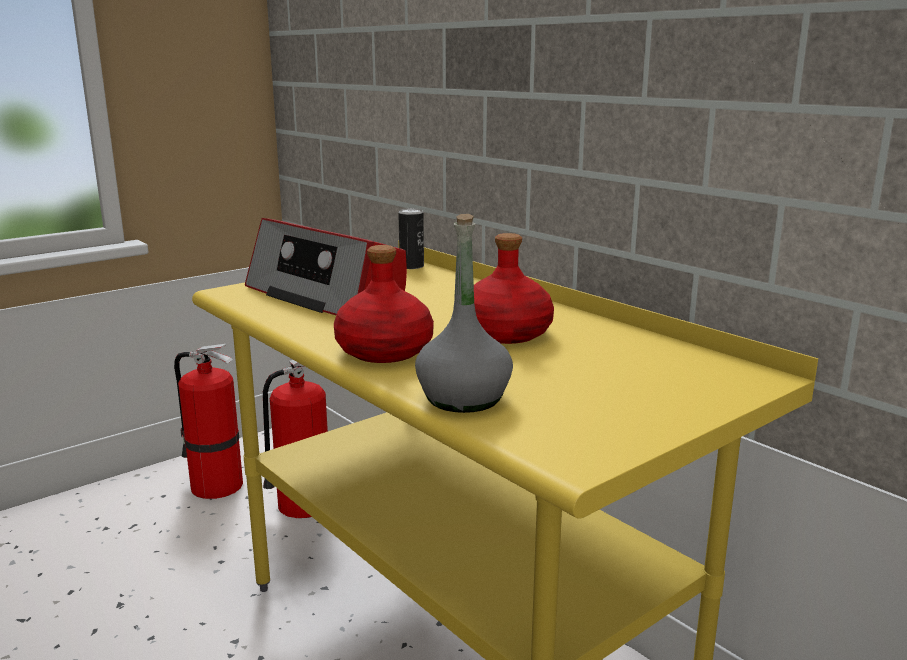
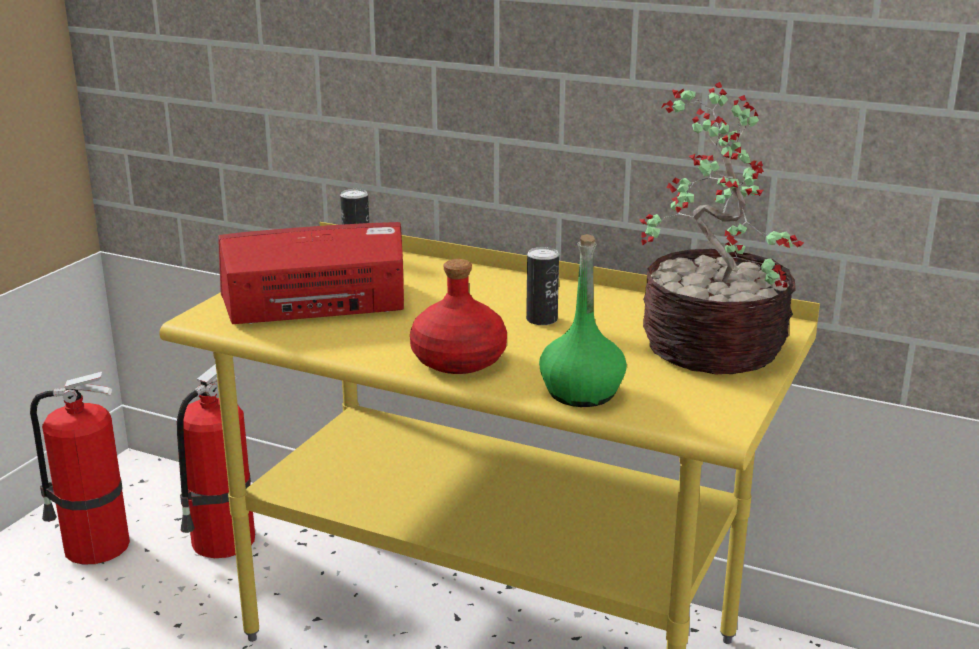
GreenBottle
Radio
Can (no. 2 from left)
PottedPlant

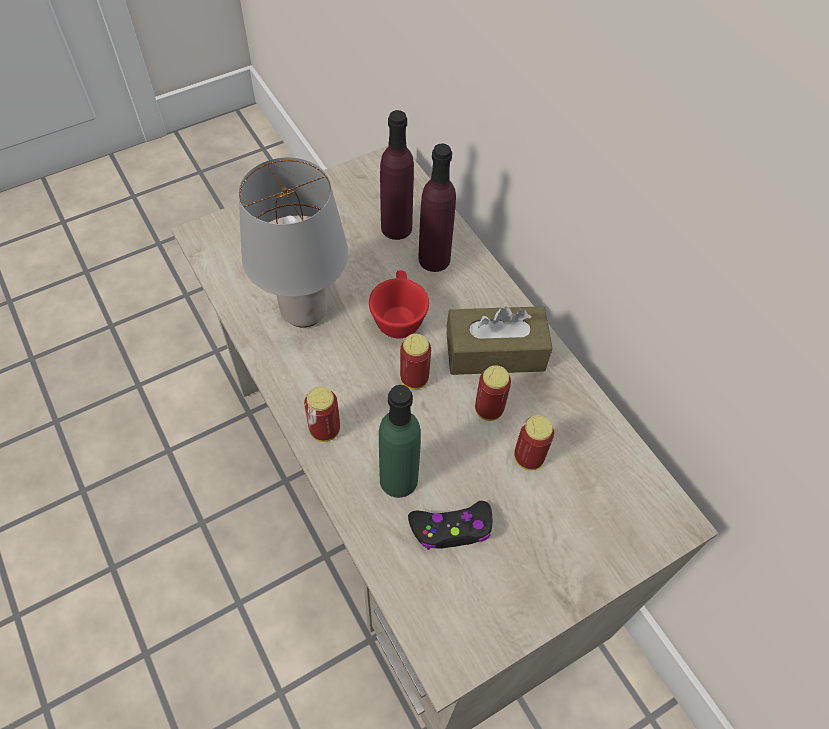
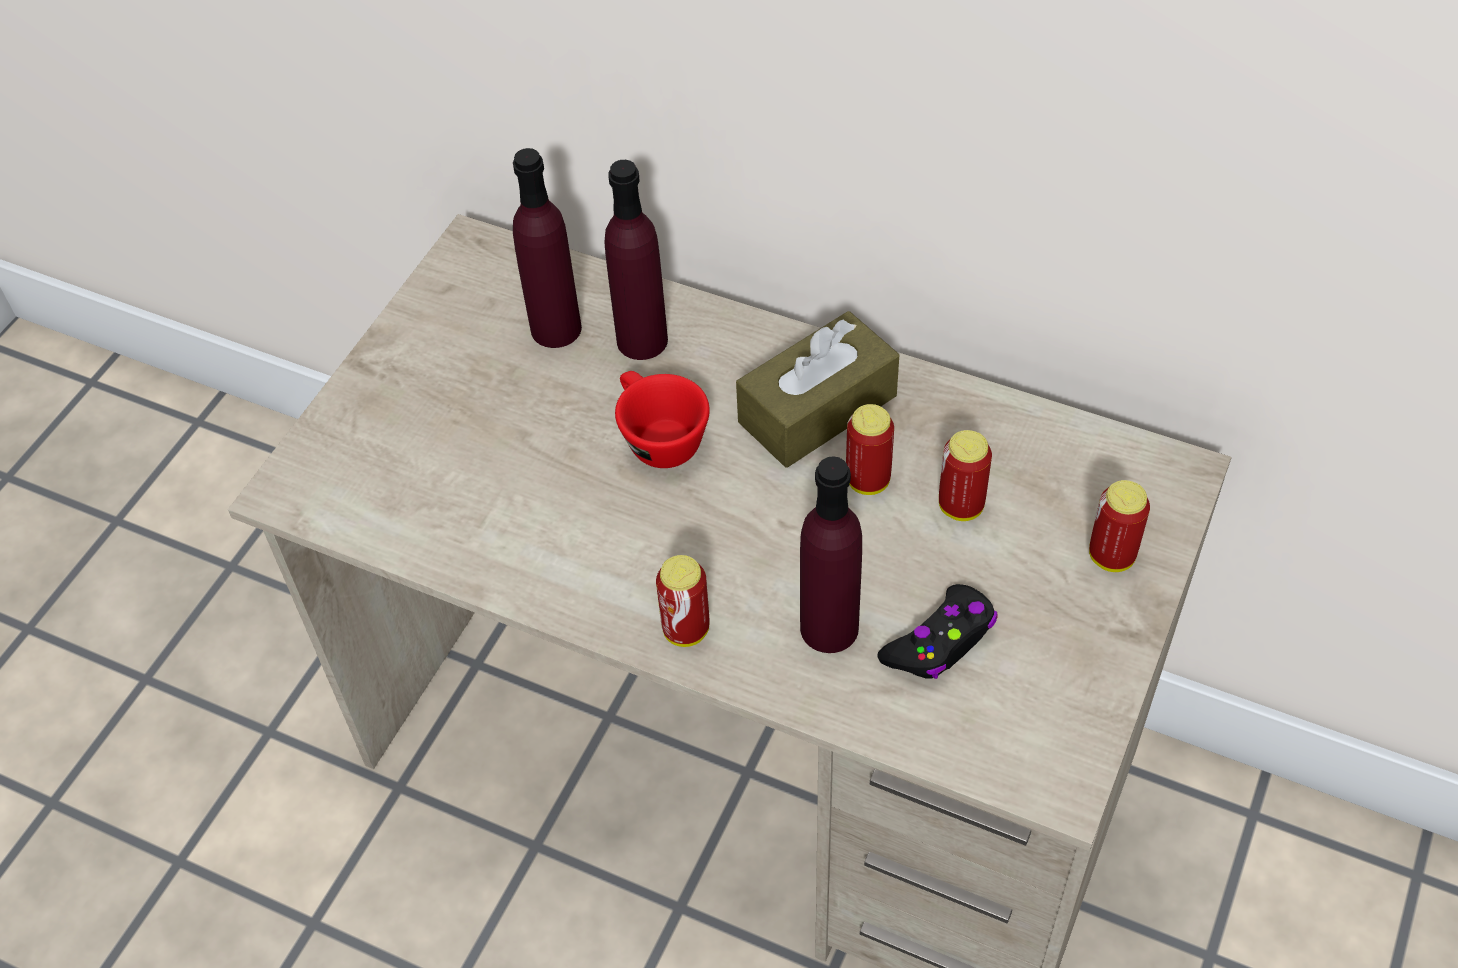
GreyTableLamp
Can (no. 4 from left)
PurpleBottle (no. 3 from left)

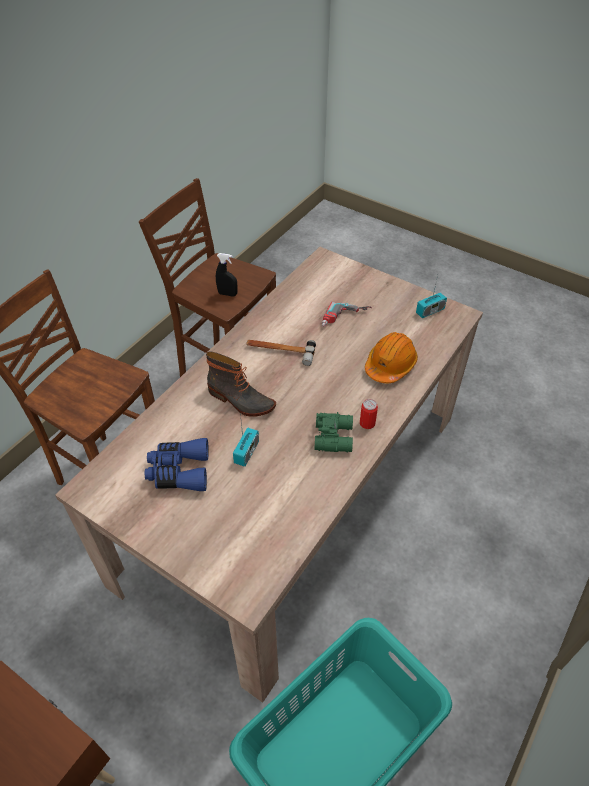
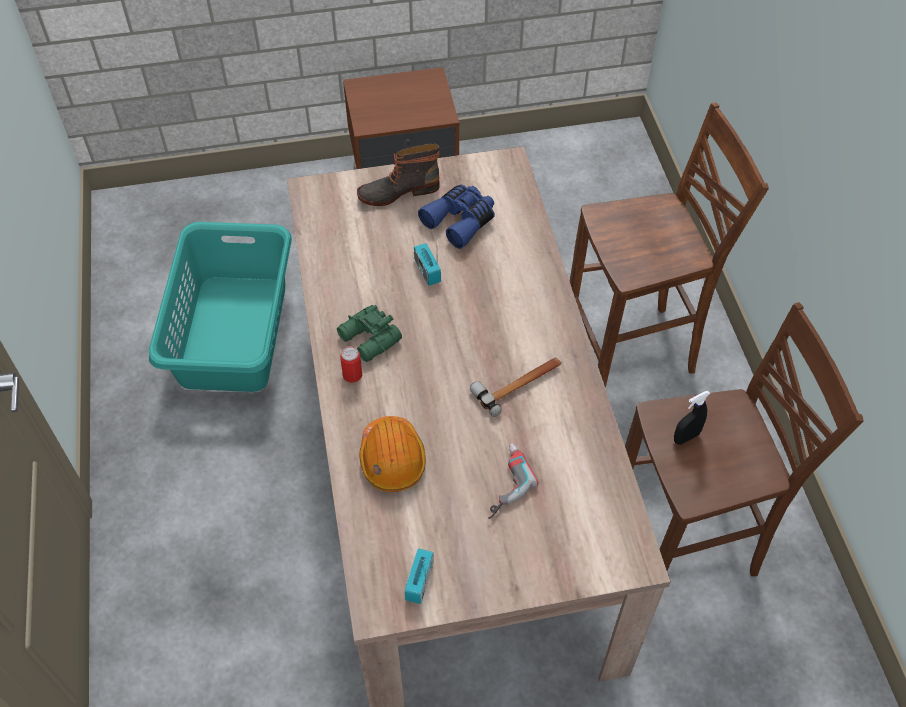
Boot

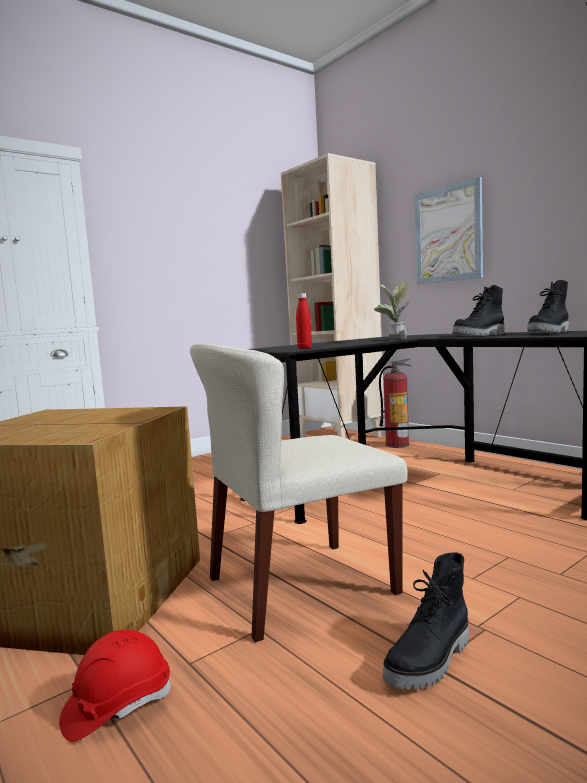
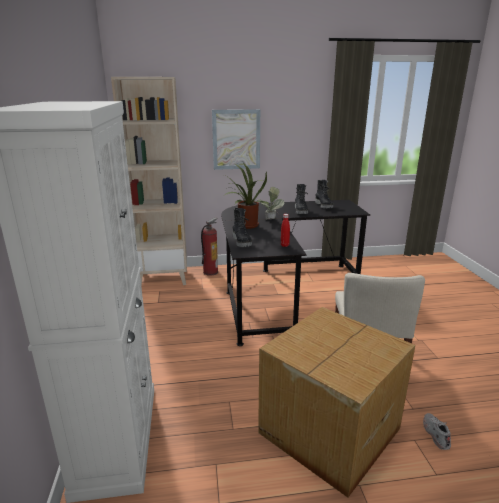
BlackBoot (no. 1 from left)
WhiteShoe
PottedPlant (no. 1 from left)

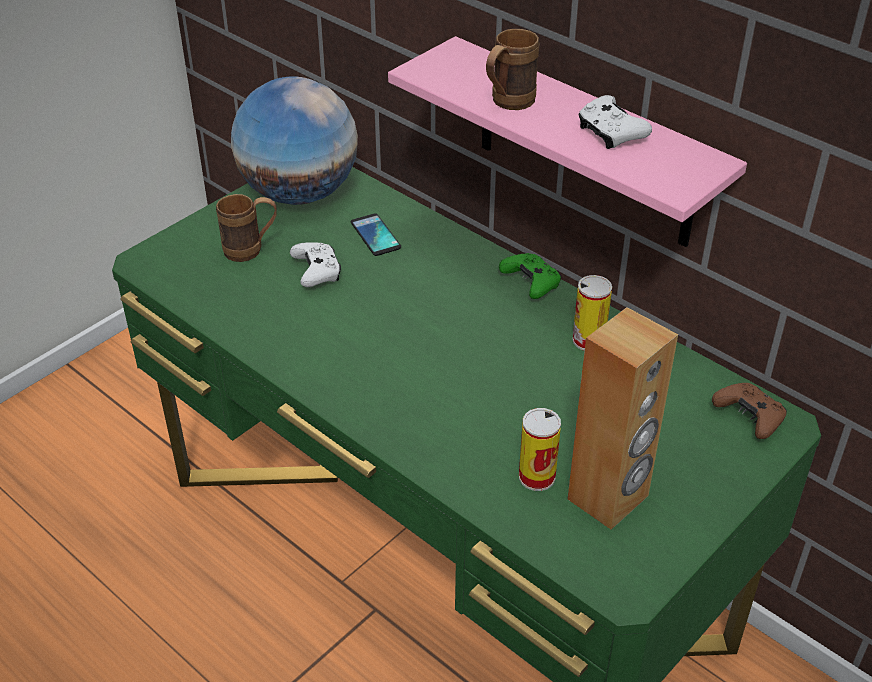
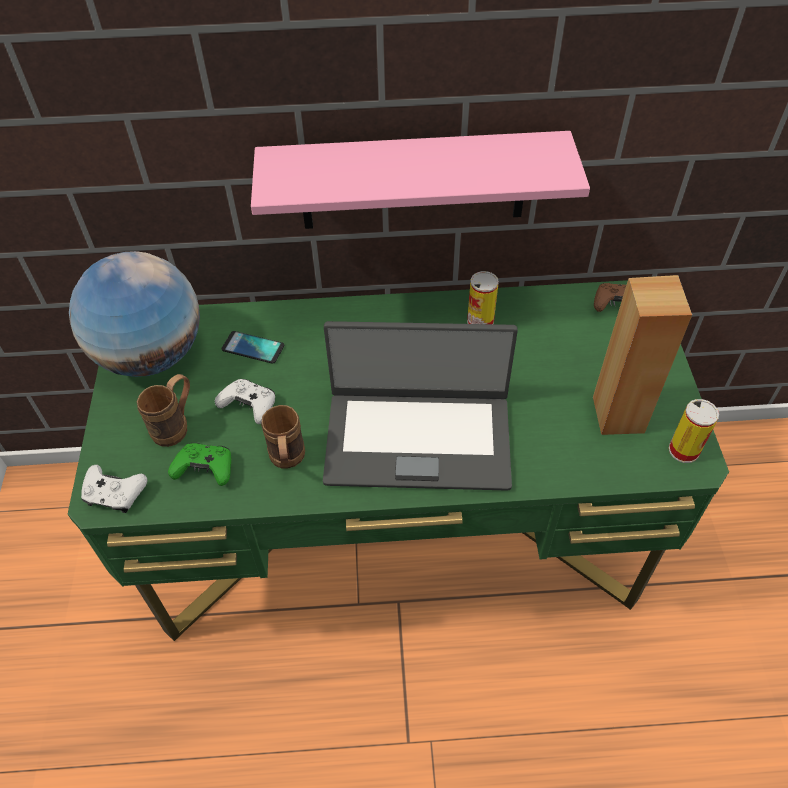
BrownMug (no. 2 from left)
WhiteGameController (no. 1 from left)
GreenGameController
Can (no. 2 from left)
Laptop

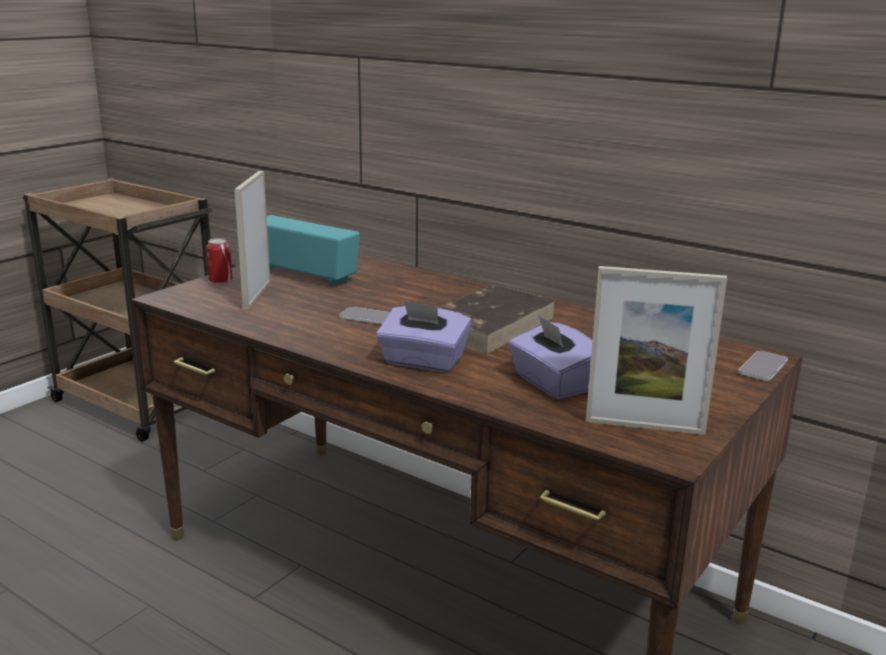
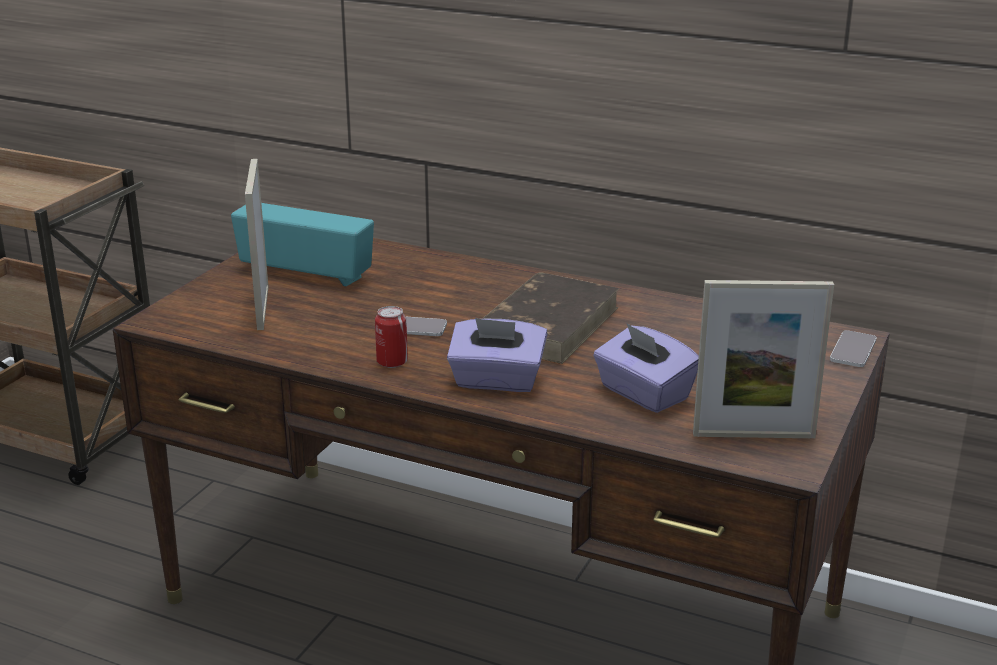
Can

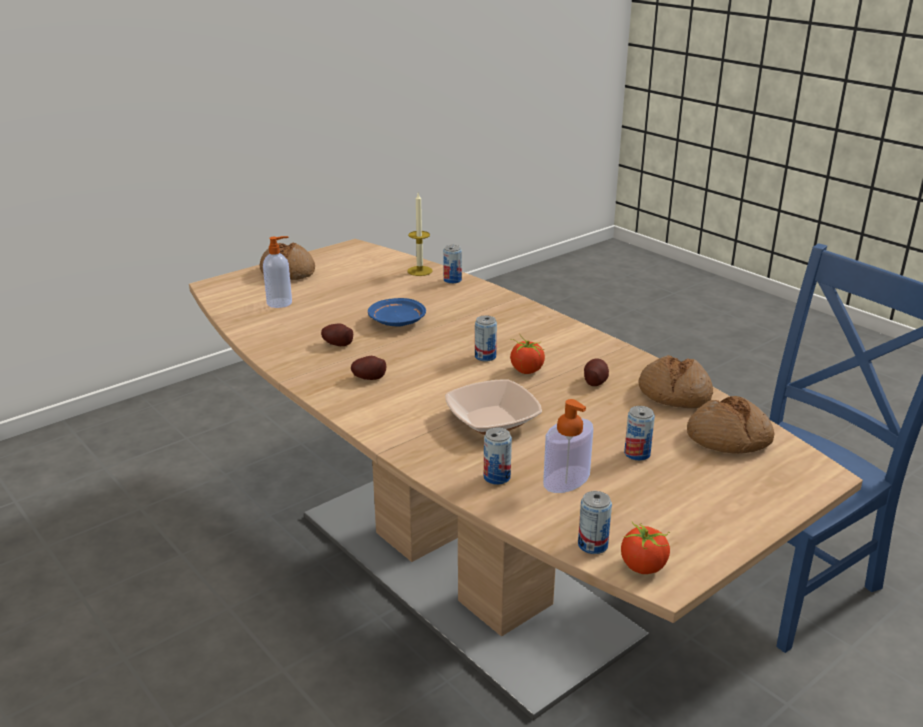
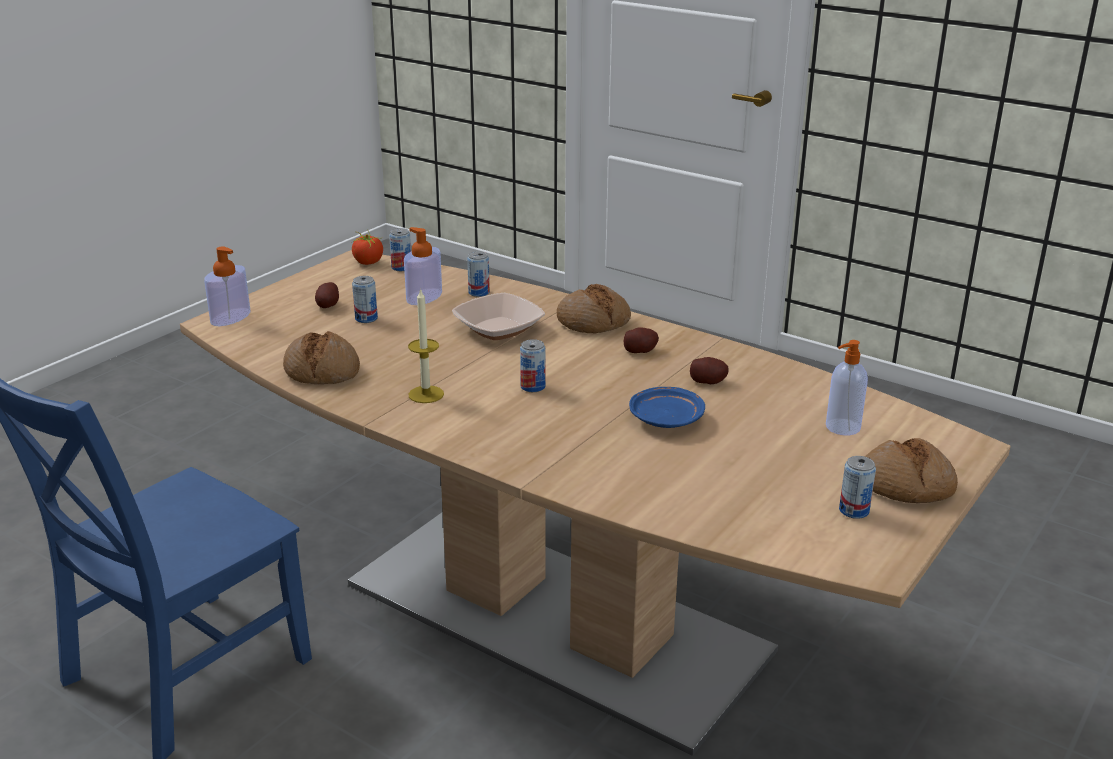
Candle
Can (no. 5 from left)
Tomato (no. 1 from left in the first image)
Potato (no. 1 from left)
Bread (no. 2 from left)
SoapDispenser (no. 1 from left)

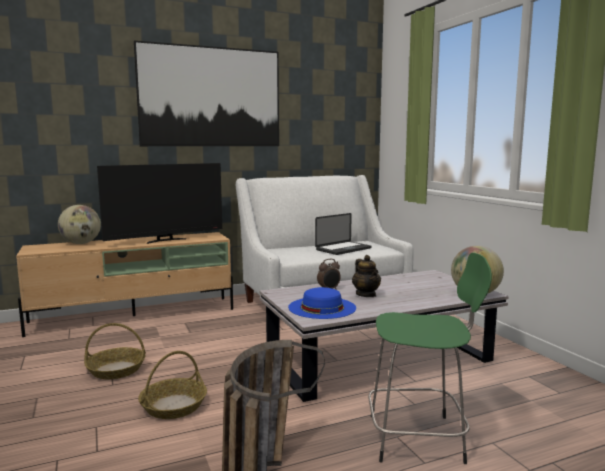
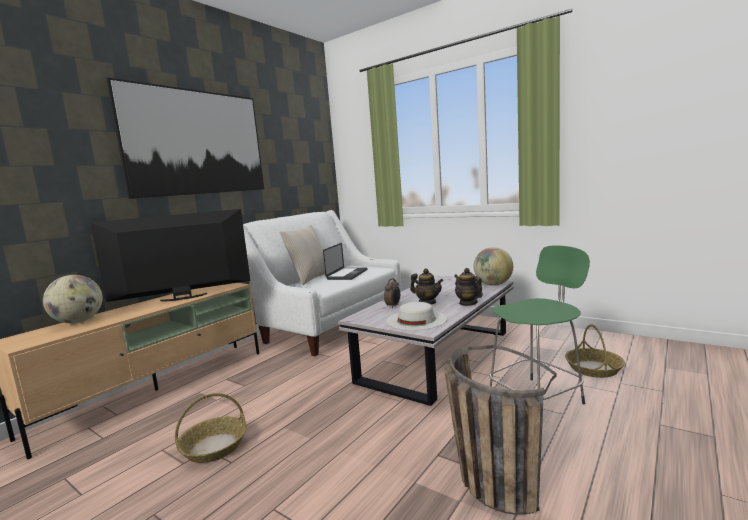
Television
WhiteHat
Basket (no. 3 from left)
BeigePillow
Teapot (no. 2 from left)

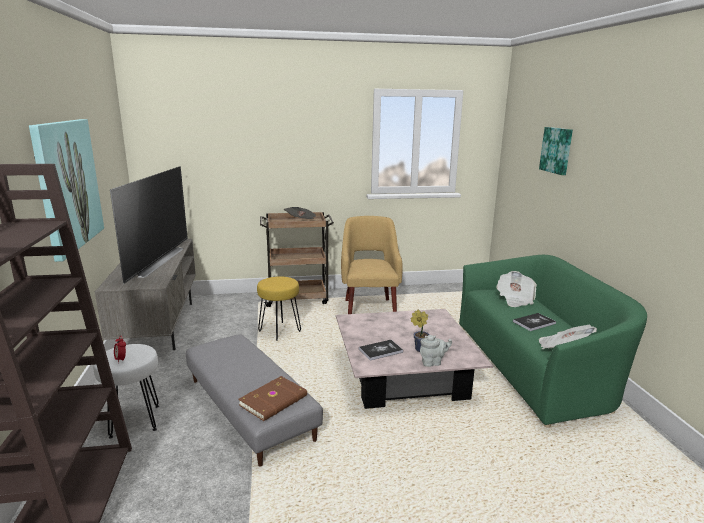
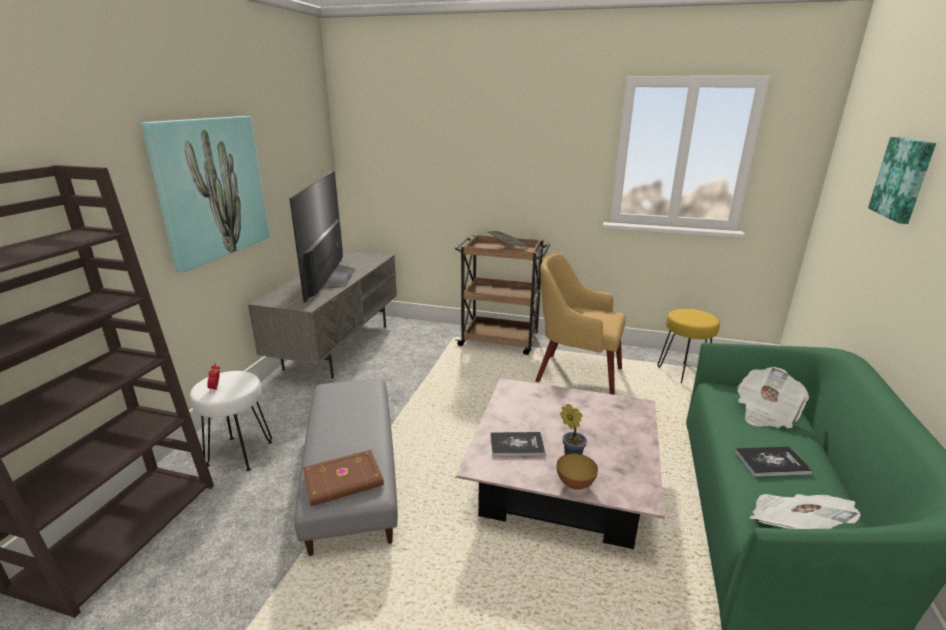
Television
YellowArmchair
YellowStool
Bowl

